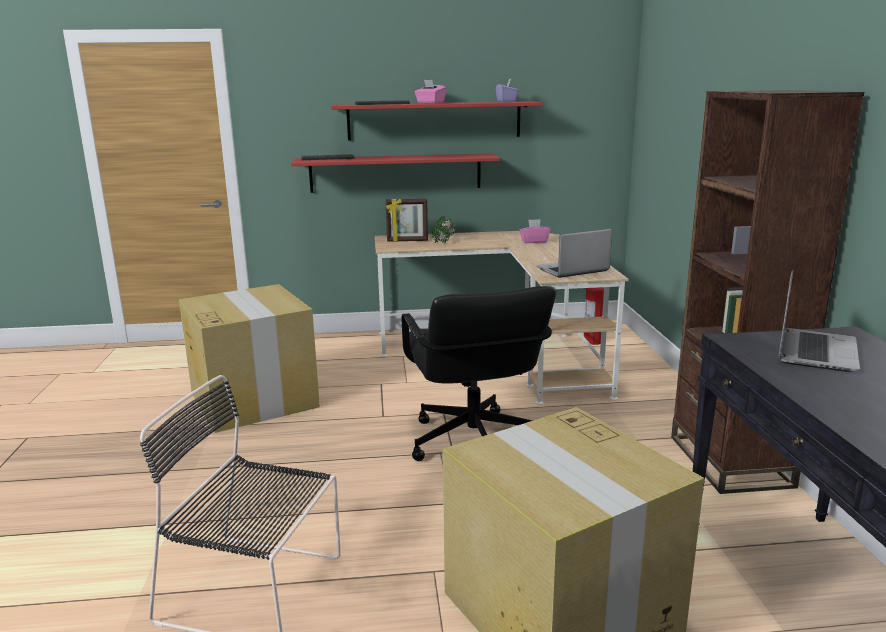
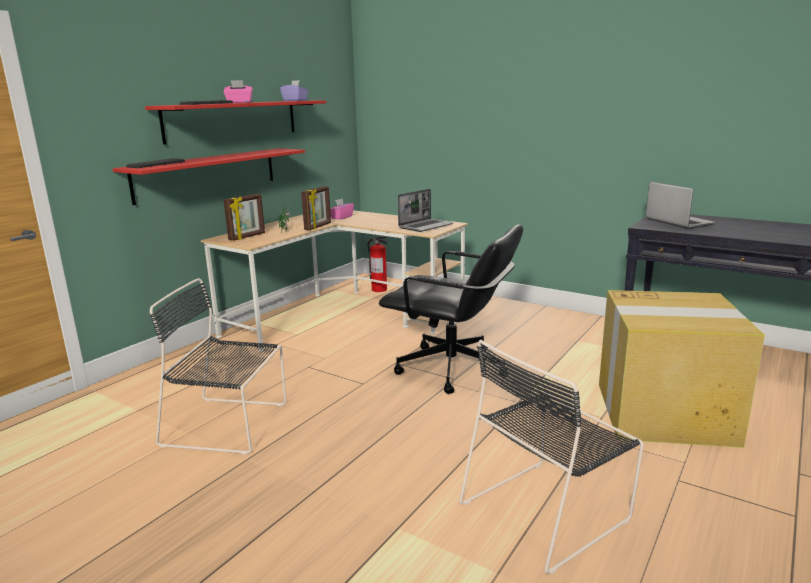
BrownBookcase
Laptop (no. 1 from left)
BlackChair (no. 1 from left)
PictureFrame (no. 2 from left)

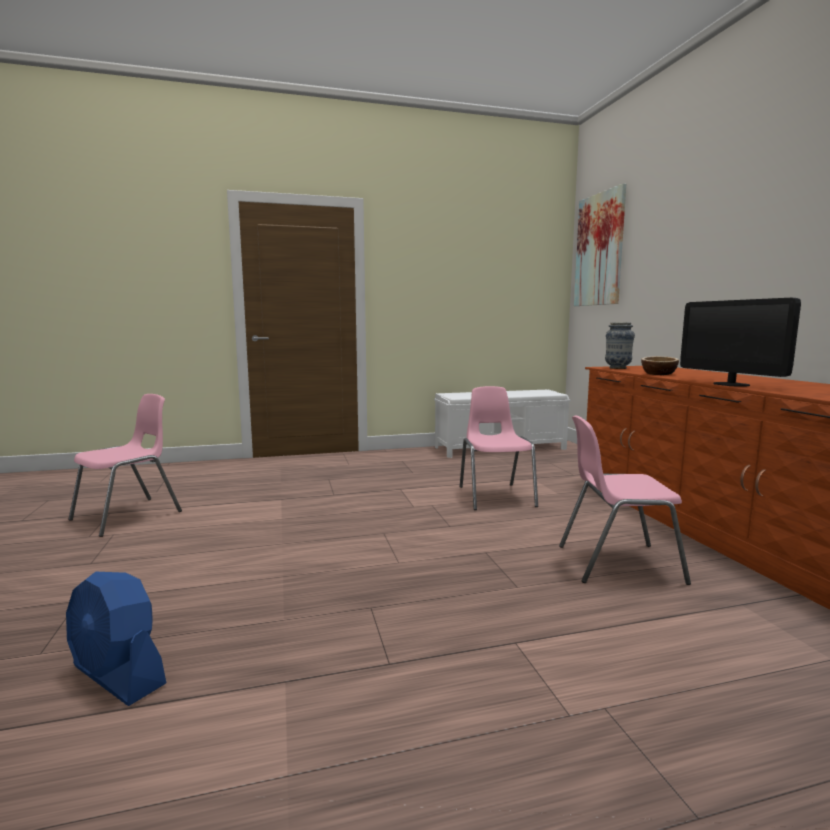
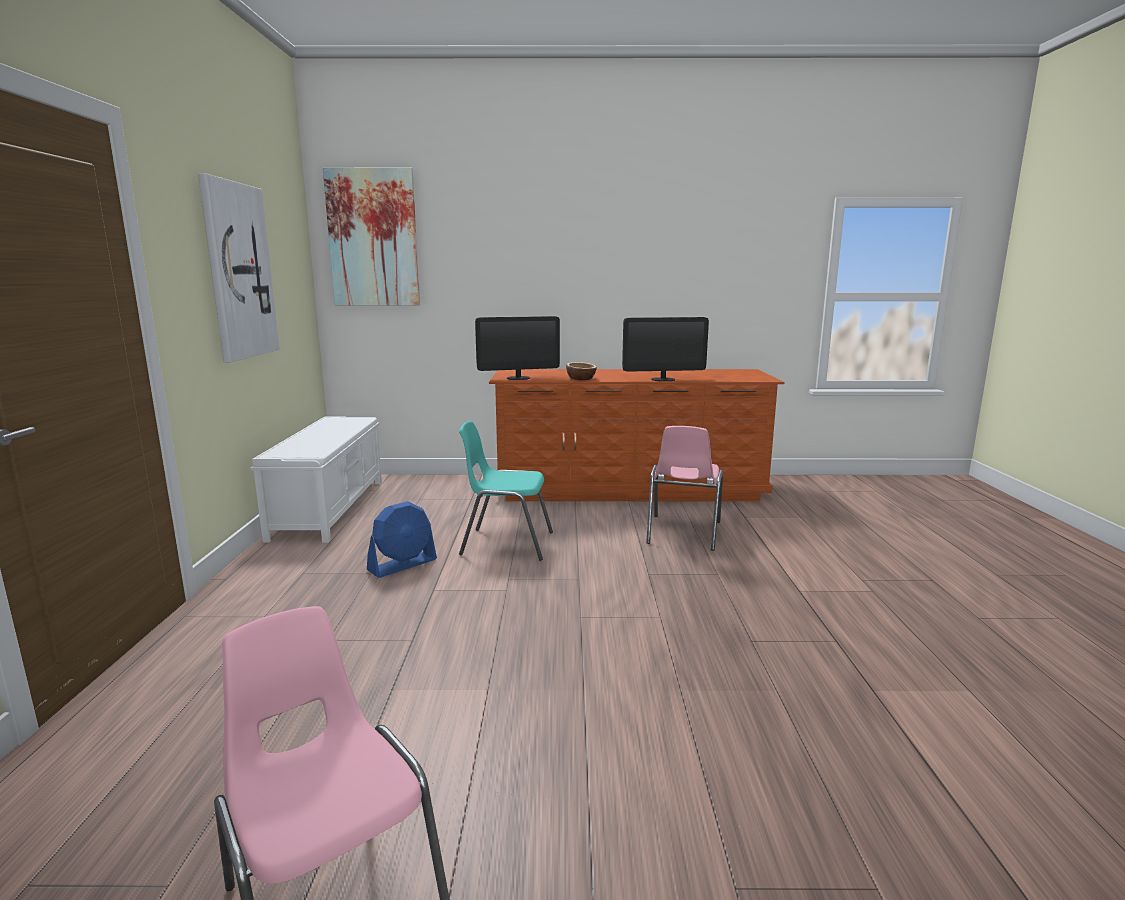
Monitor (no. 1 from left)
TurquoiseChair
BlueFan
Picture (no. 1 from left)

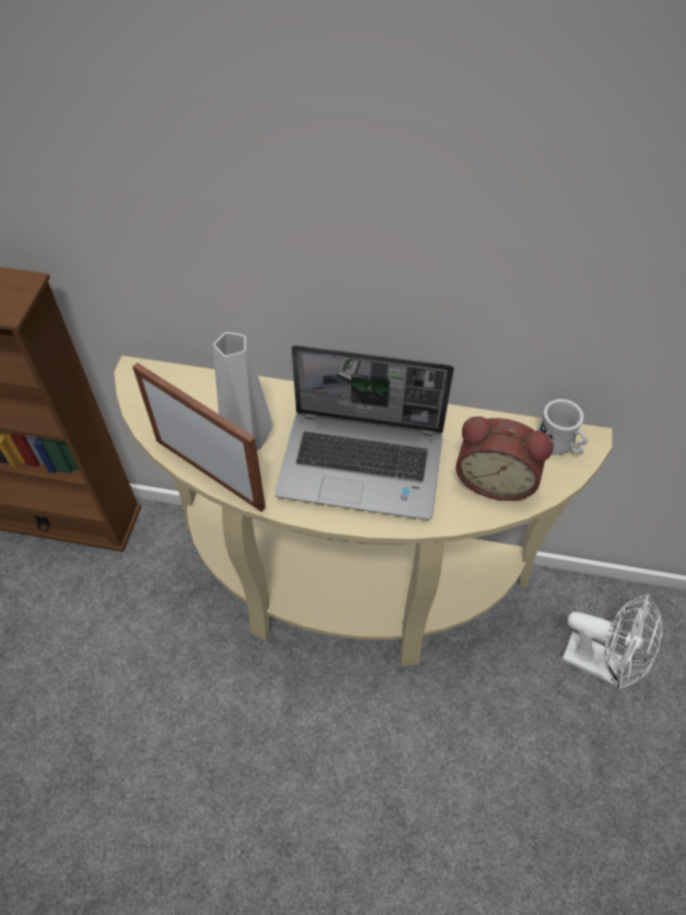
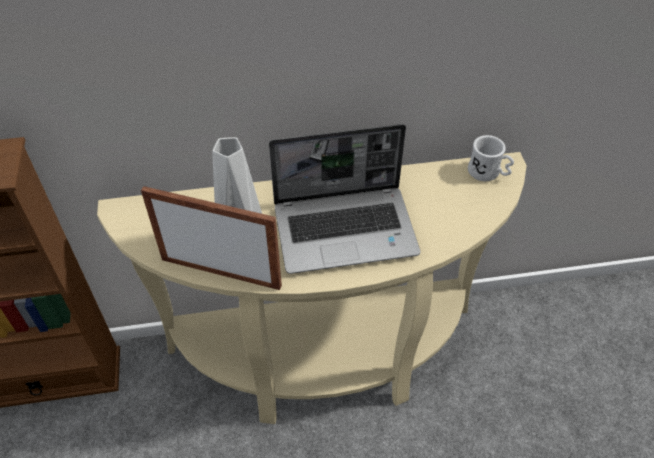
AlarmClock
WhiteFan

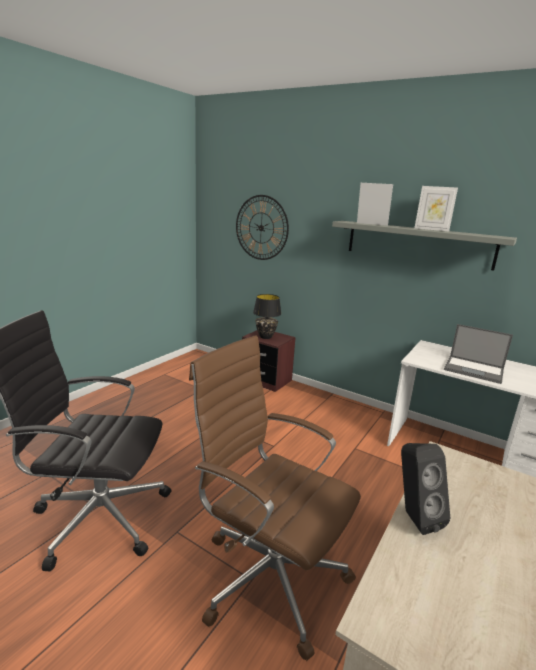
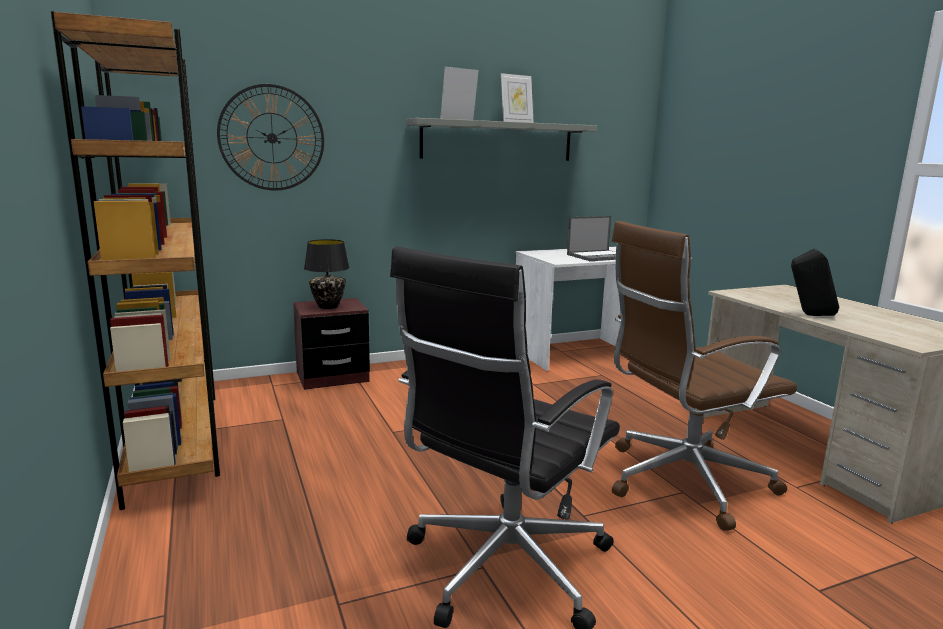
BrownBookcase

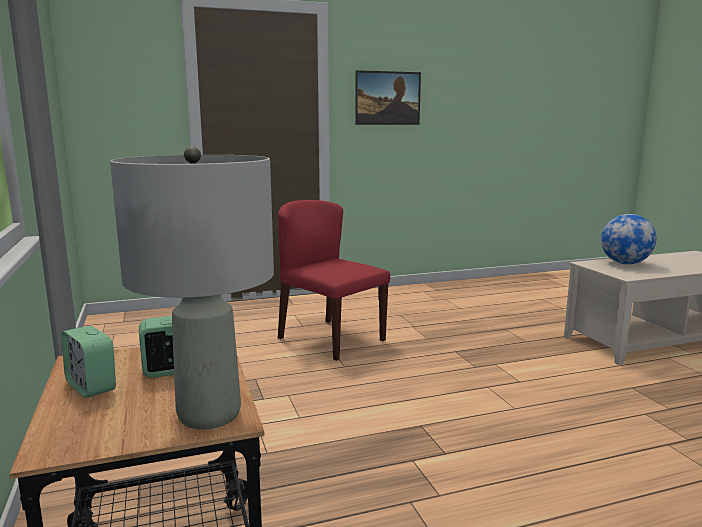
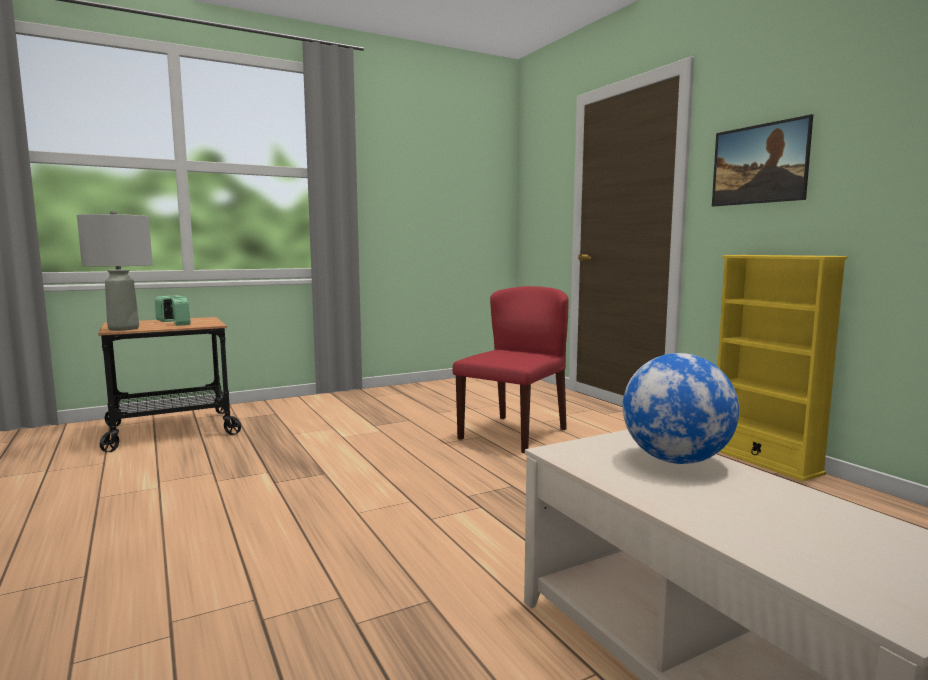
YellowBookcase

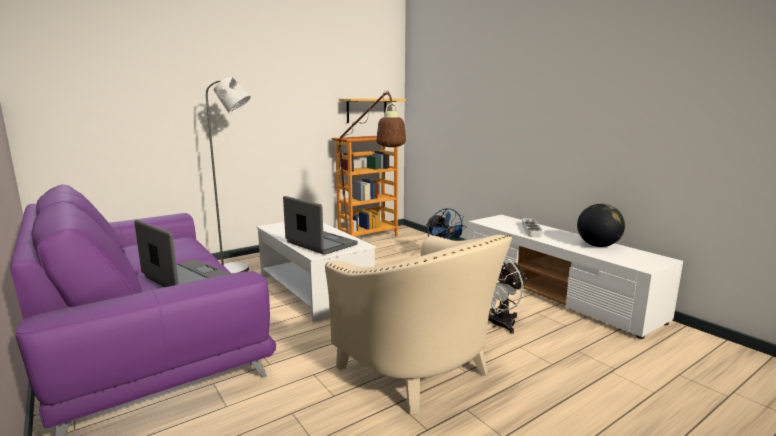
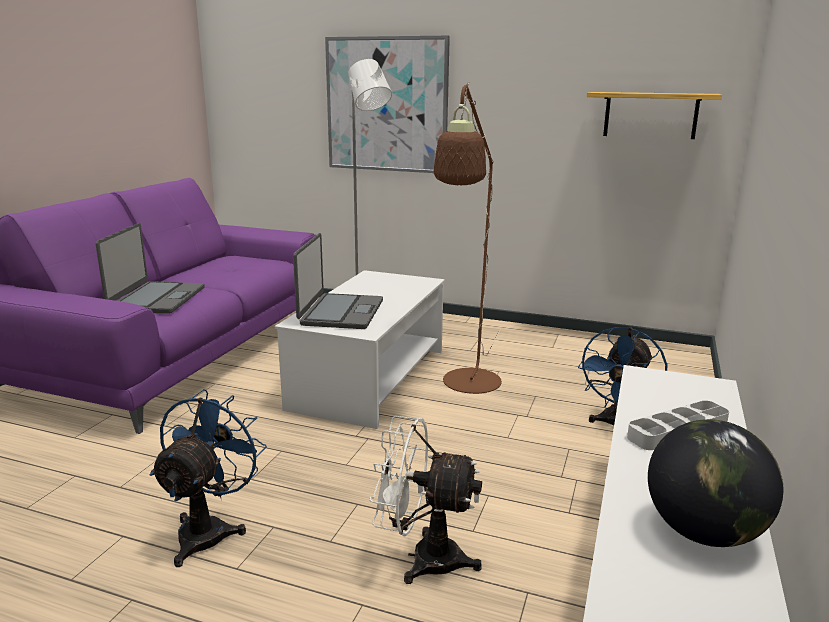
Bookcase
BlueFan (no. 1 from left)
Picture

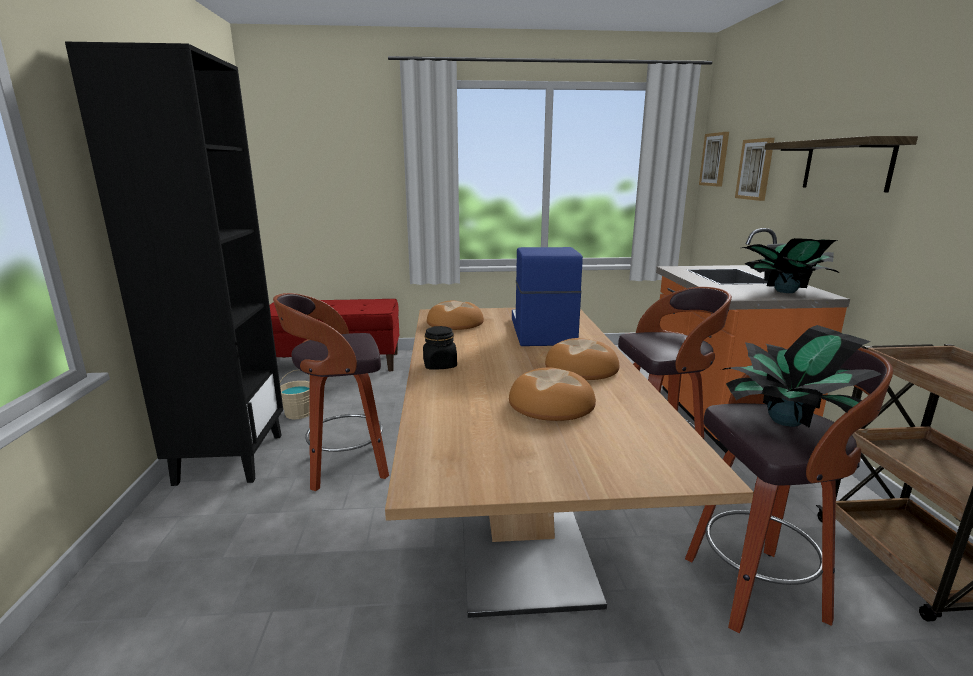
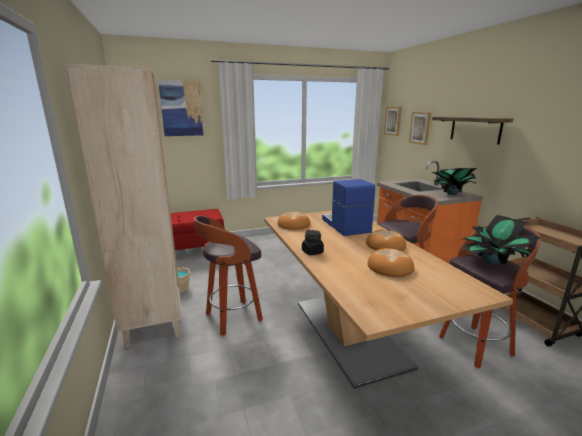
BeigeBookcase
Picture (no. 1 from left)

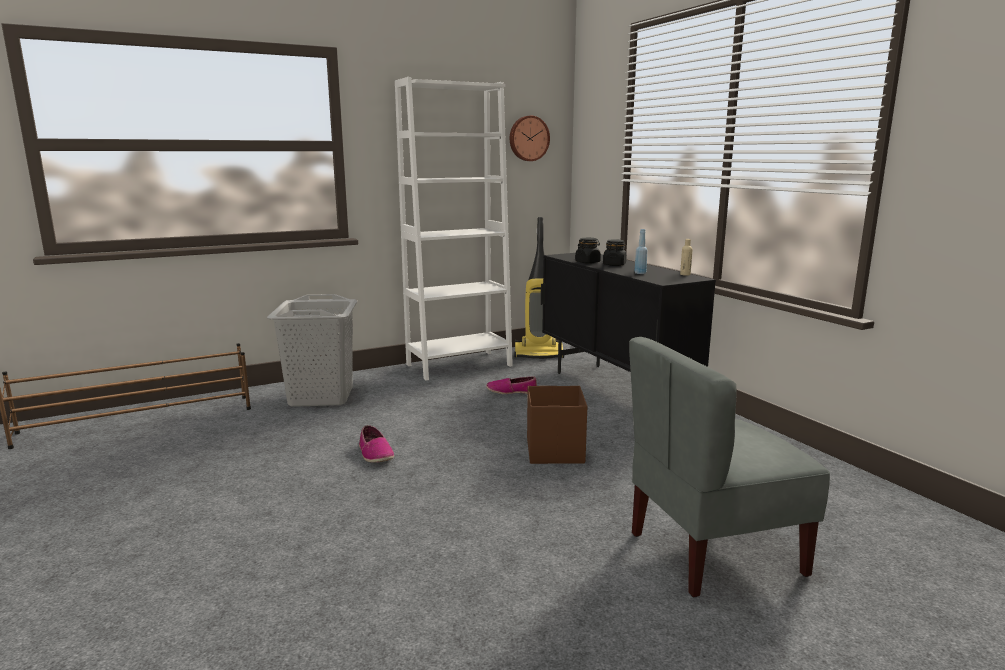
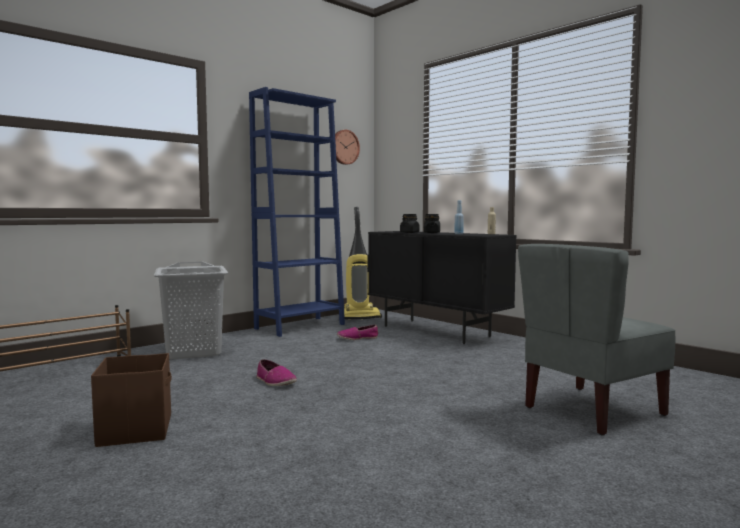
BlueBookcase
BrownStorageBox

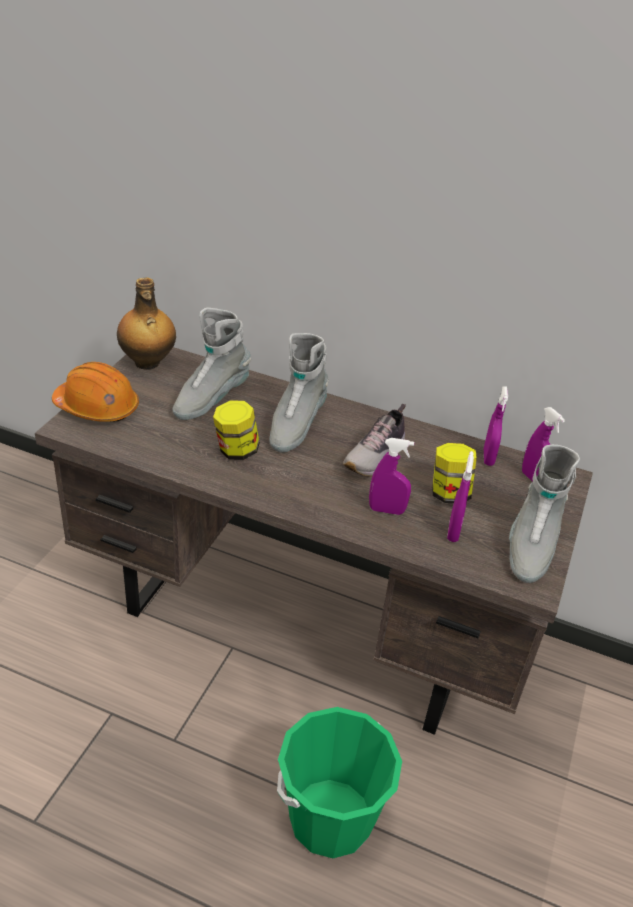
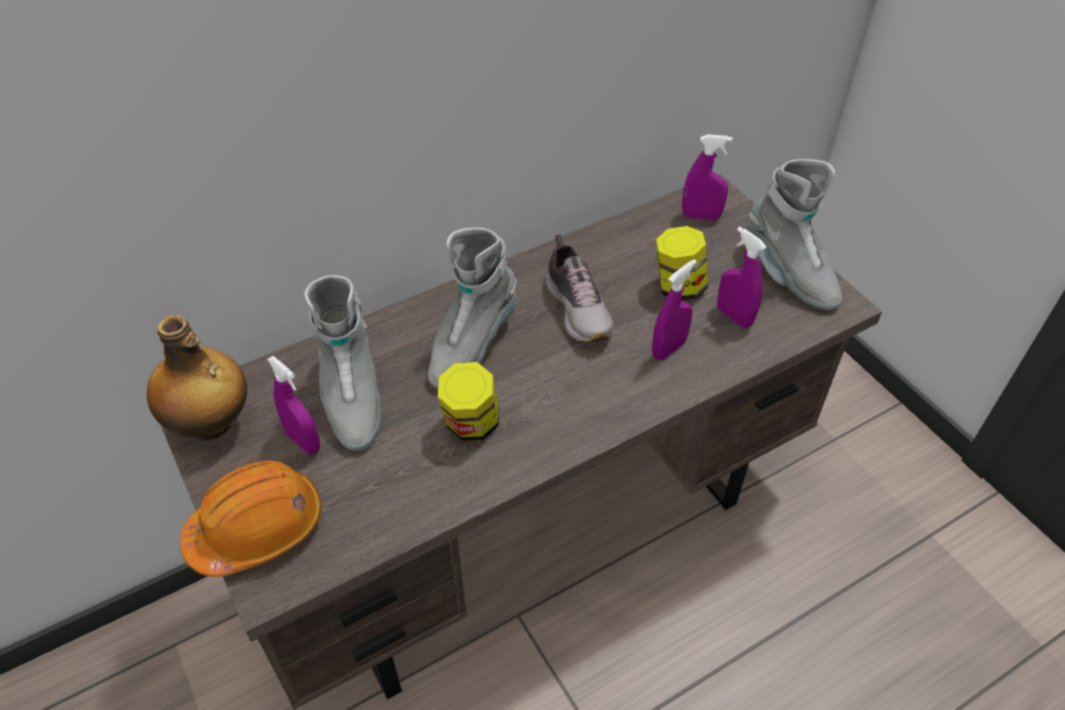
GreyBoot (no. 2 from left)
PurpleSprayBottle (no. 1 from left)
GreenBucket

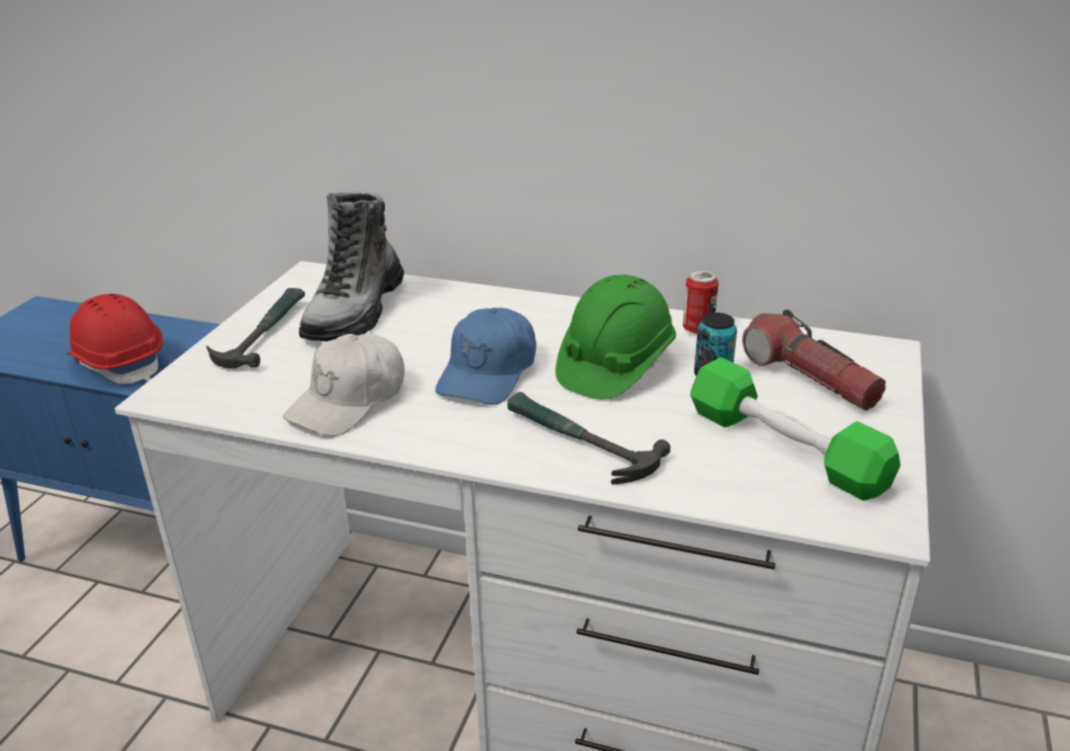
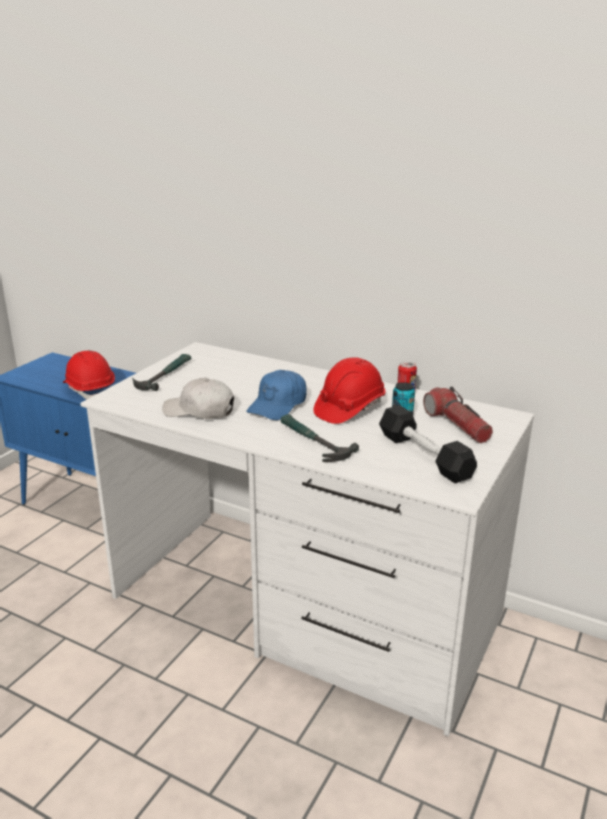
Boot
RedHardHat (no. 2 from left)
WhiteCap
BlackDumbbell

